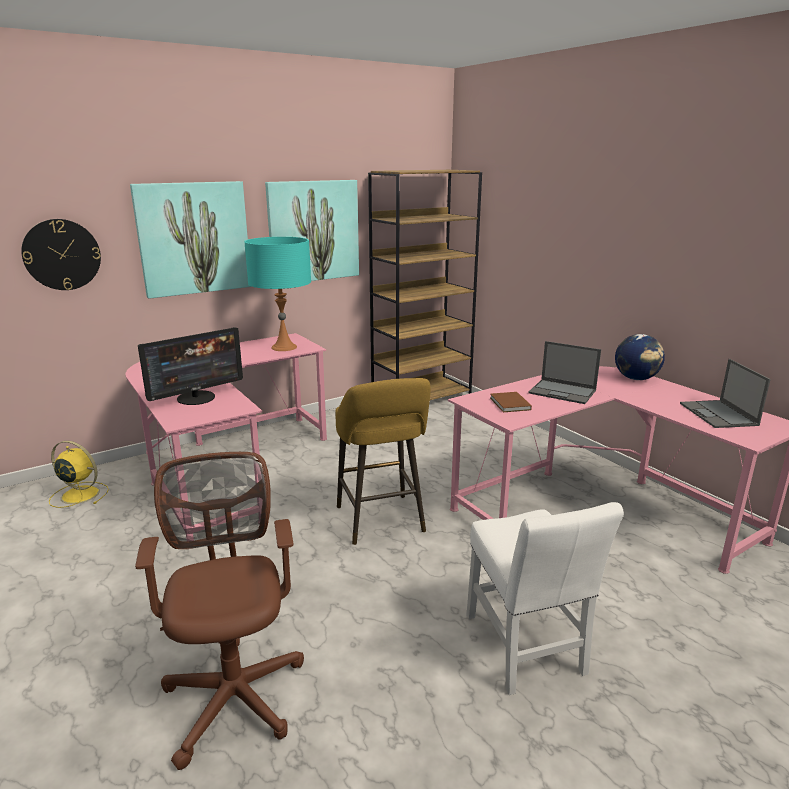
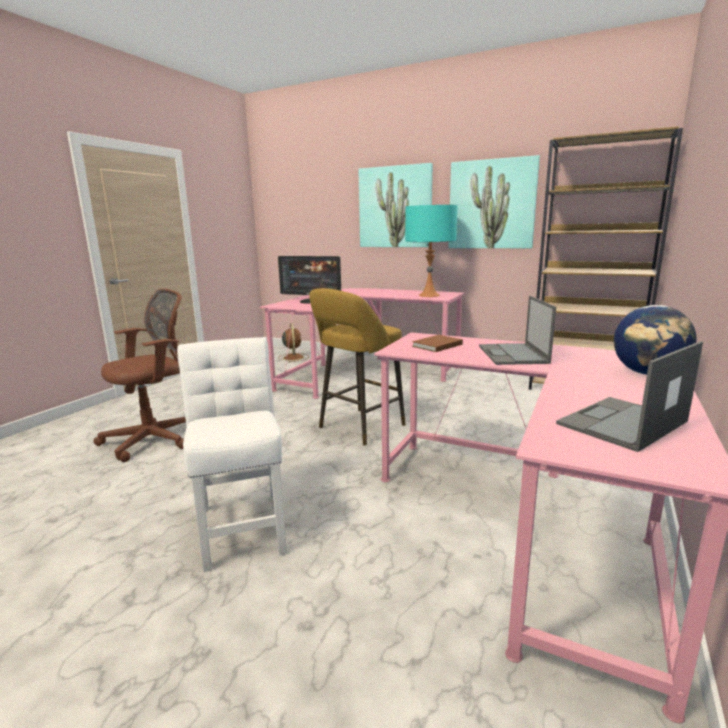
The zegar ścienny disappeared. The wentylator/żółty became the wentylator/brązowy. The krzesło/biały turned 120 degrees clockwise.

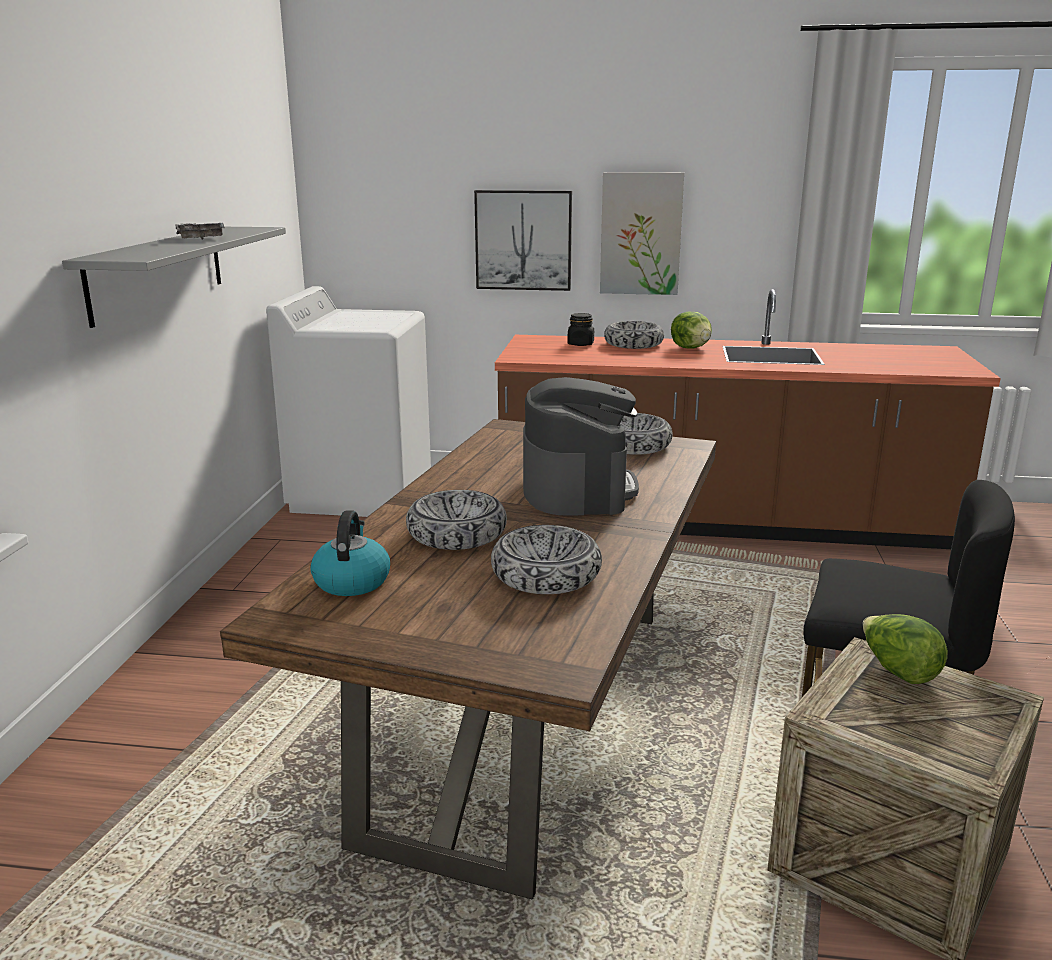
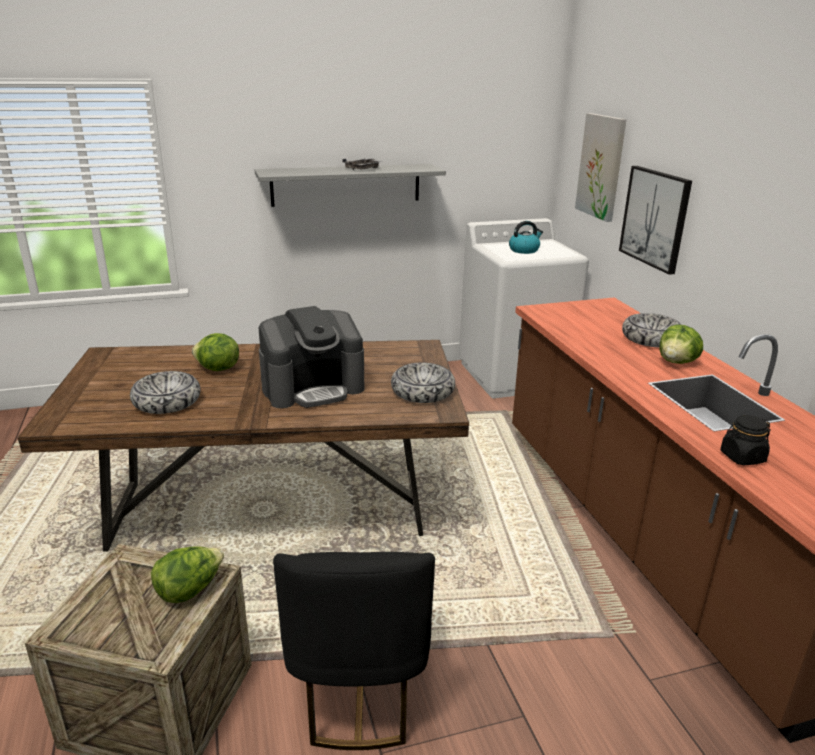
The czajnik moved. The słoik/czarny moved. The obraz (2nd from left in the first image) moved. The miska (1st from left) was replaced by the sałata (2nd from left).

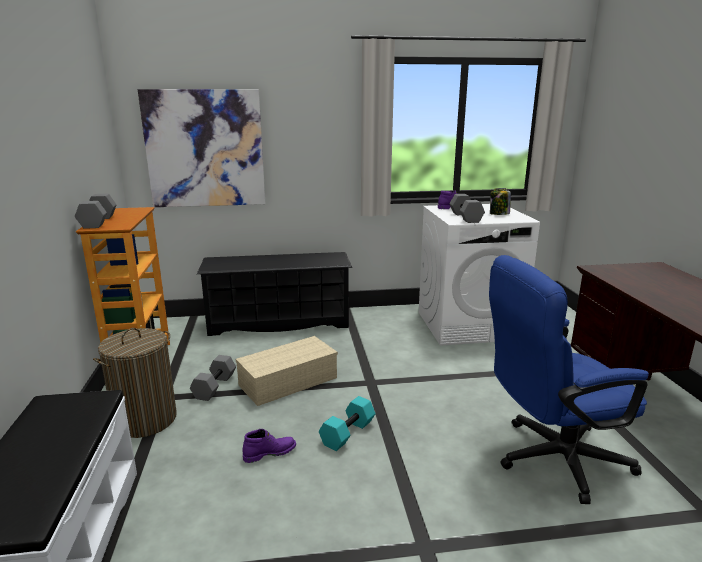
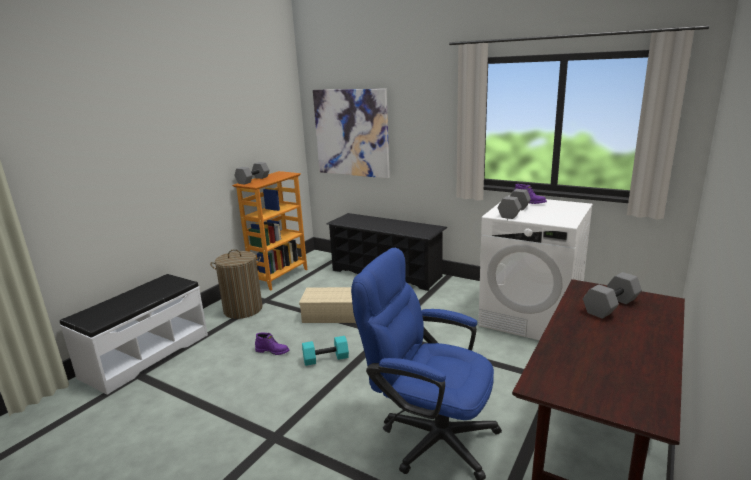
The słoik disappeared. The hantel/szary (2nd from left in the first image) moved.

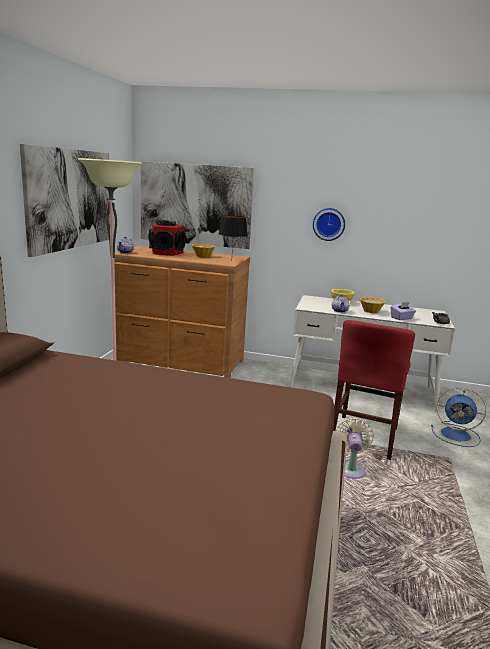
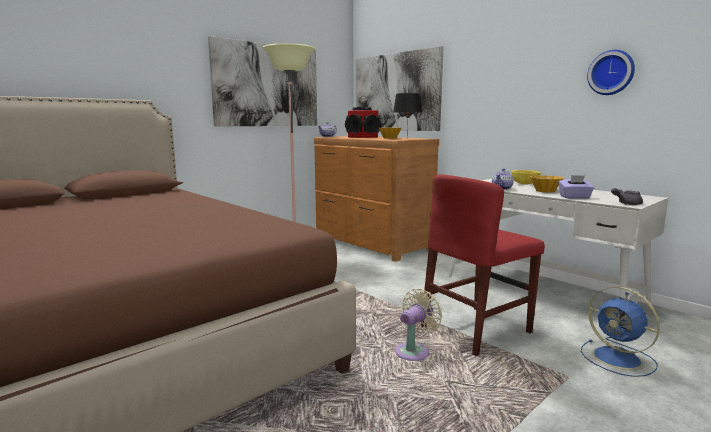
The zegar ścienny moved.

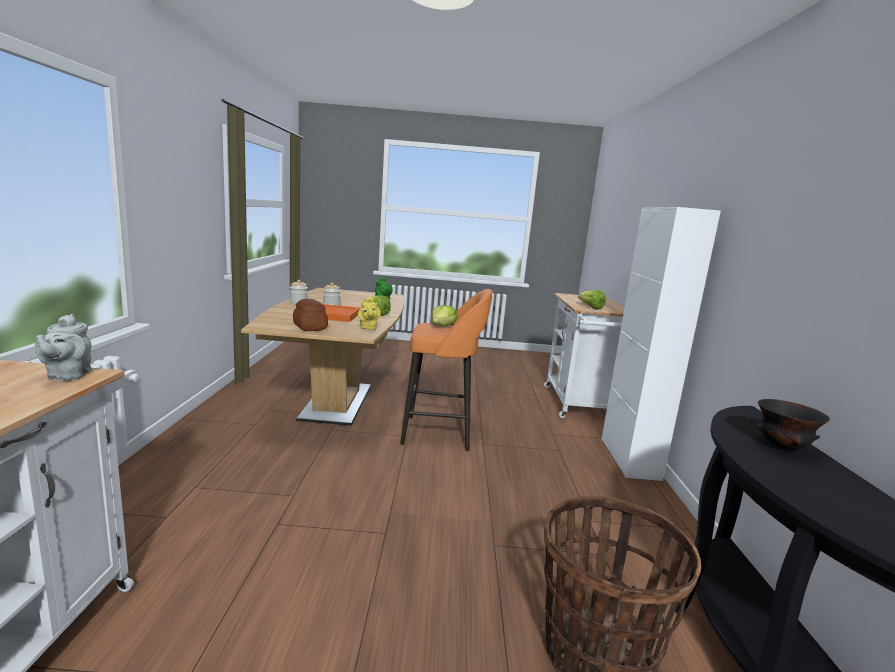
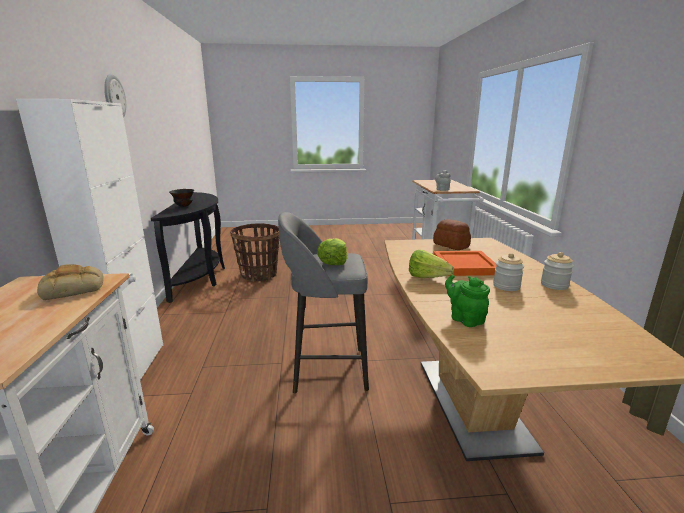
The imbryk/żółty disappeared. The zegar ścienny appeared. The sałata (3rd from left) was replaced by the chleb (1st from left). The stołek/pomarańczowy became the stołek/szary.

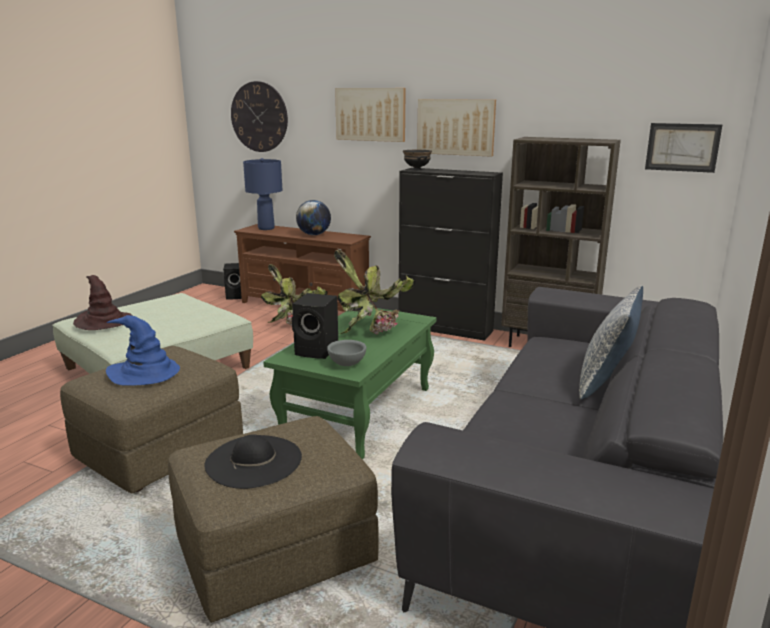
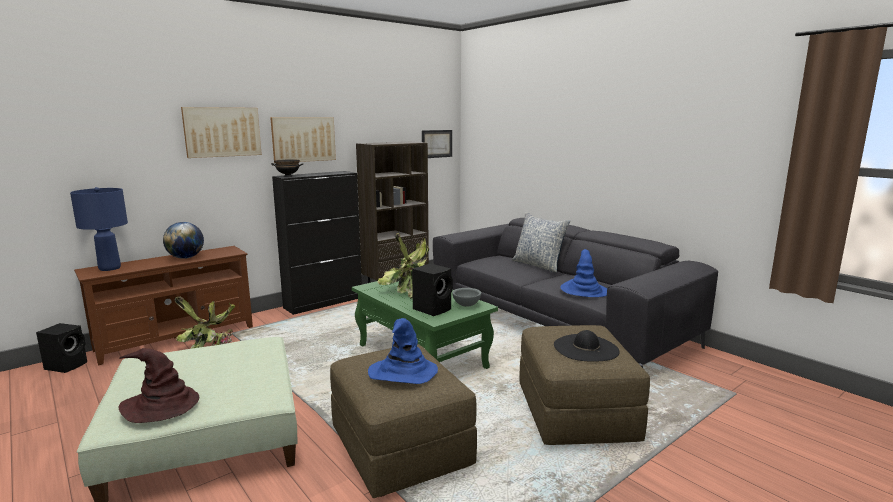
The zegar ścienny disappeared. The kapelusz/niebieski (2nd from left) appeared.

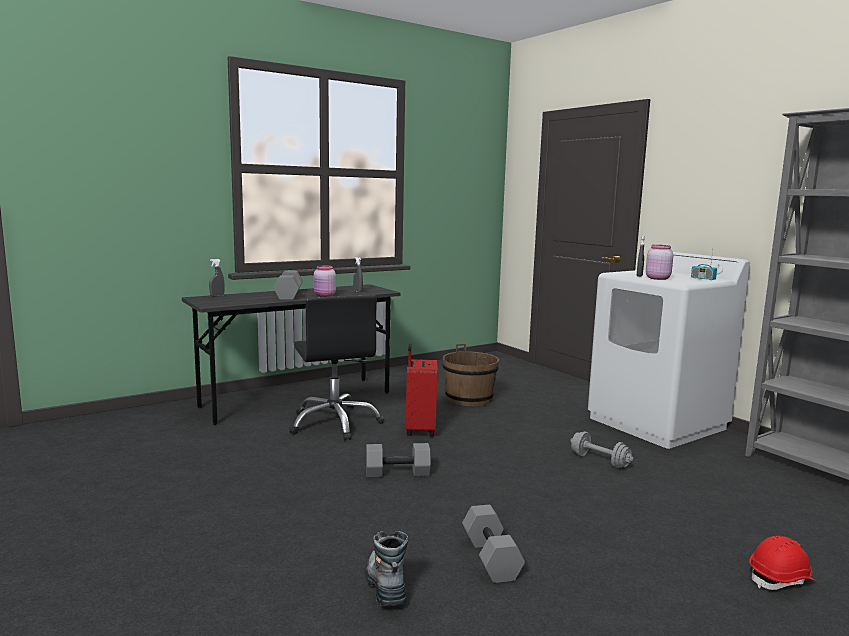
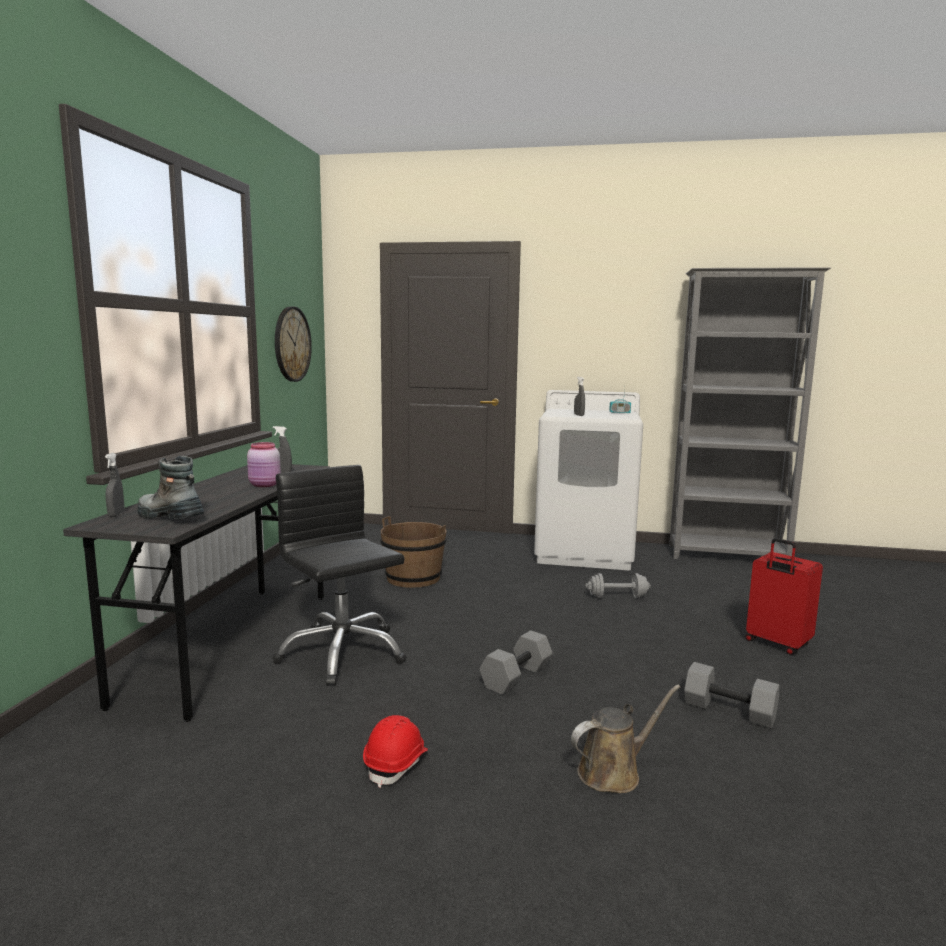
The hantel/szary (1st from left) disappeared. The słoik/różowy (2nd from left) disappeared. The zegar ścienny appeared. The konewka/brązowy appeared. The but z cholewką moved. The walizka/czerwony moved. The kask/czerwony moved. The krzesło biurowe/czarny turned 150 degrees counterclockwise.

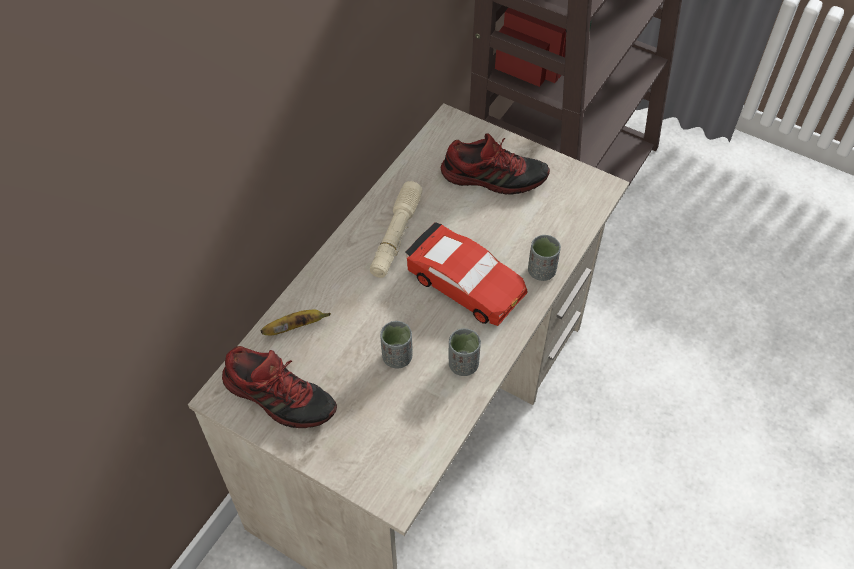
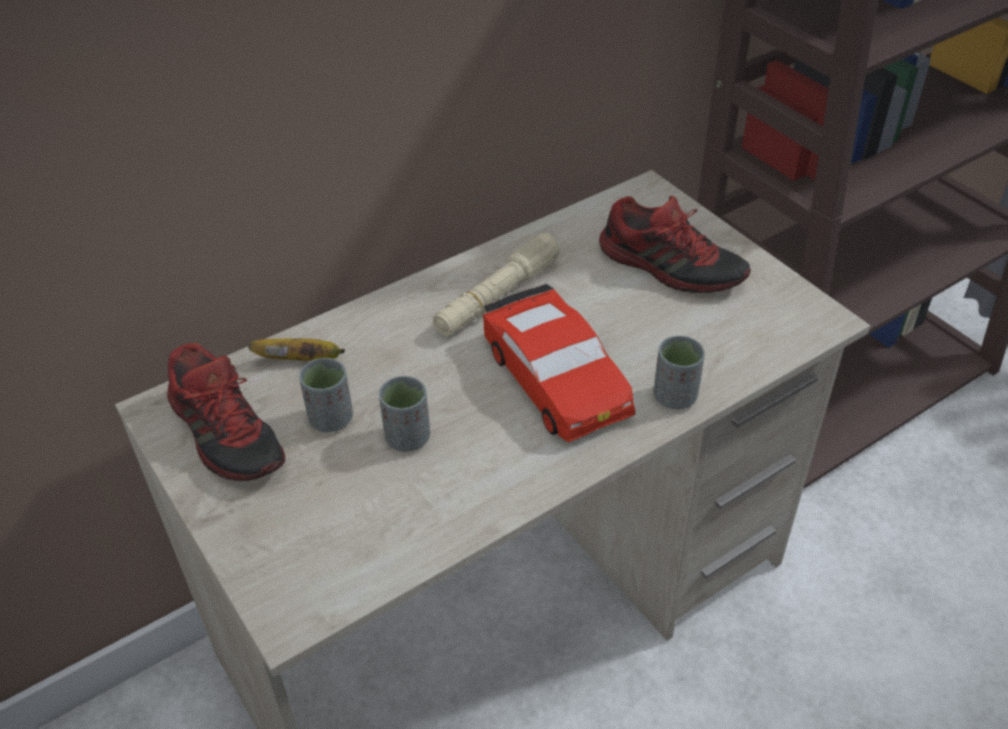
The filiżanka/szary (2nd from left in the first image) moved.

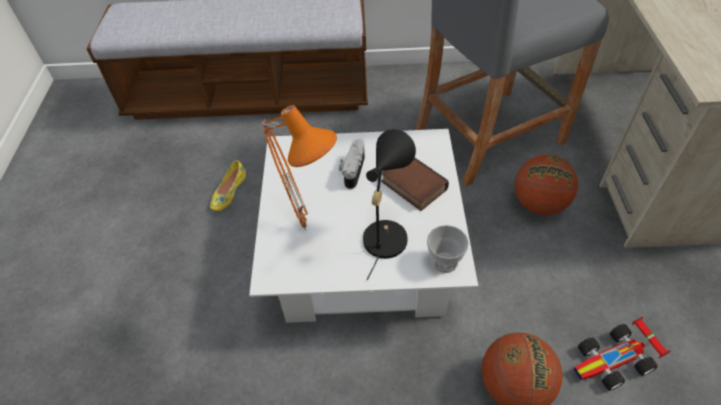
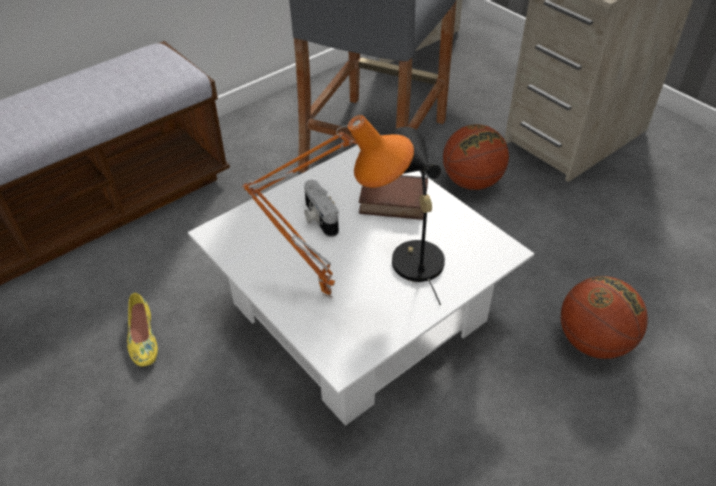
The filiżanka disappeared. The samochodzik disappeared.

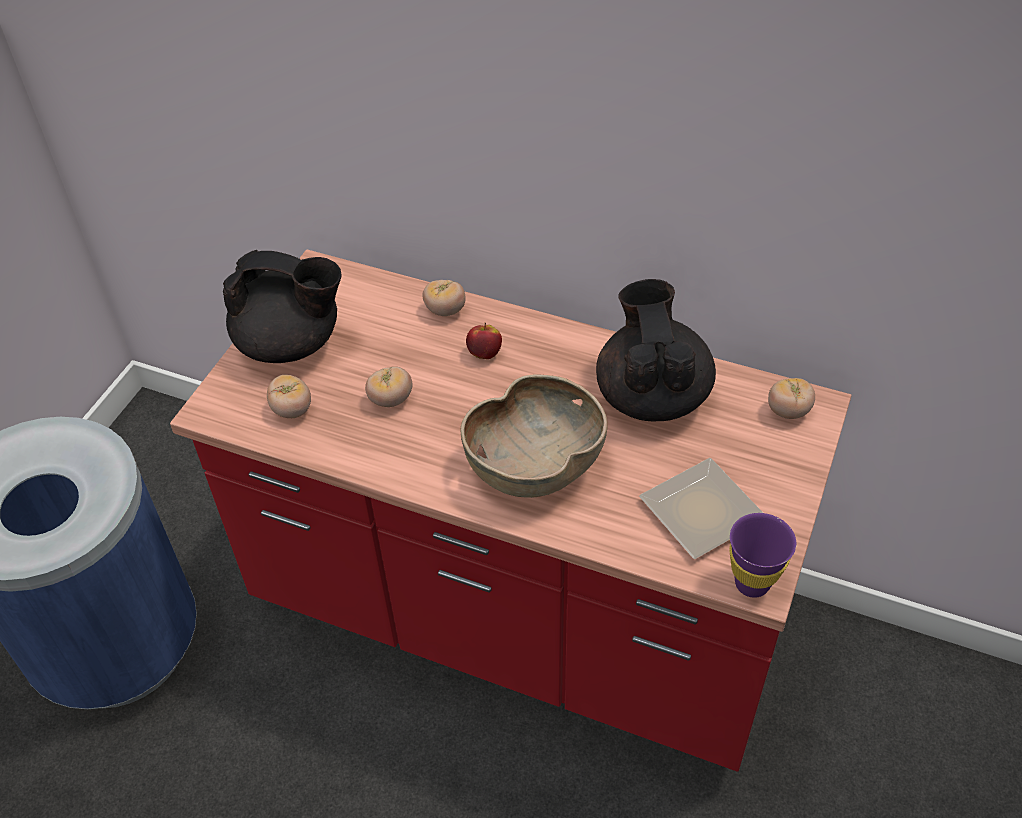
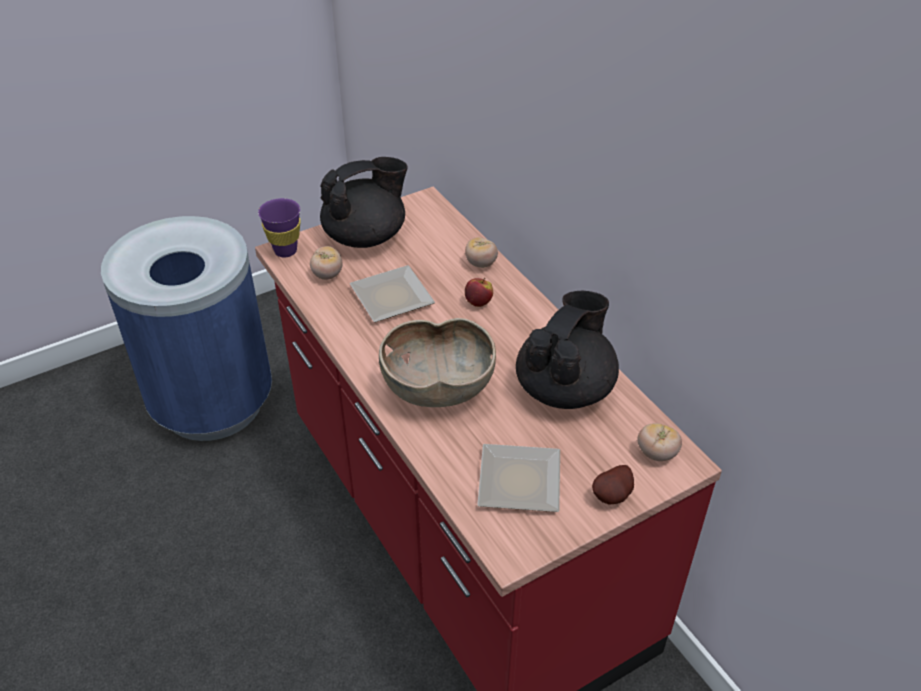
The ziemniak appeared. The filiżanka/fioletowy moved. The pomidor (2nd from left) was replaced by the talerz (1st from left). The imbryk/czarny (1st from left) turned 75 degrees counterclockwise.

